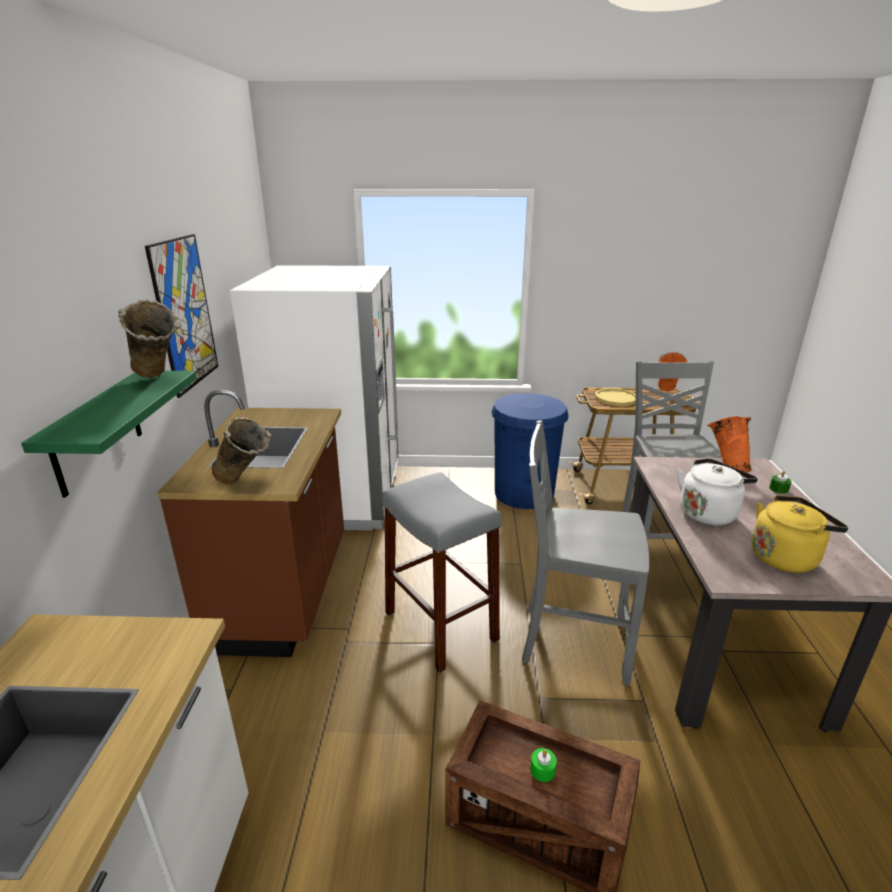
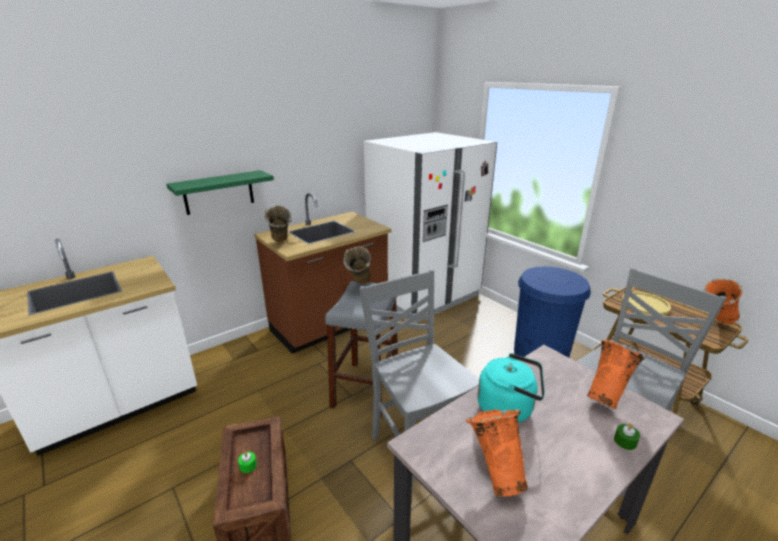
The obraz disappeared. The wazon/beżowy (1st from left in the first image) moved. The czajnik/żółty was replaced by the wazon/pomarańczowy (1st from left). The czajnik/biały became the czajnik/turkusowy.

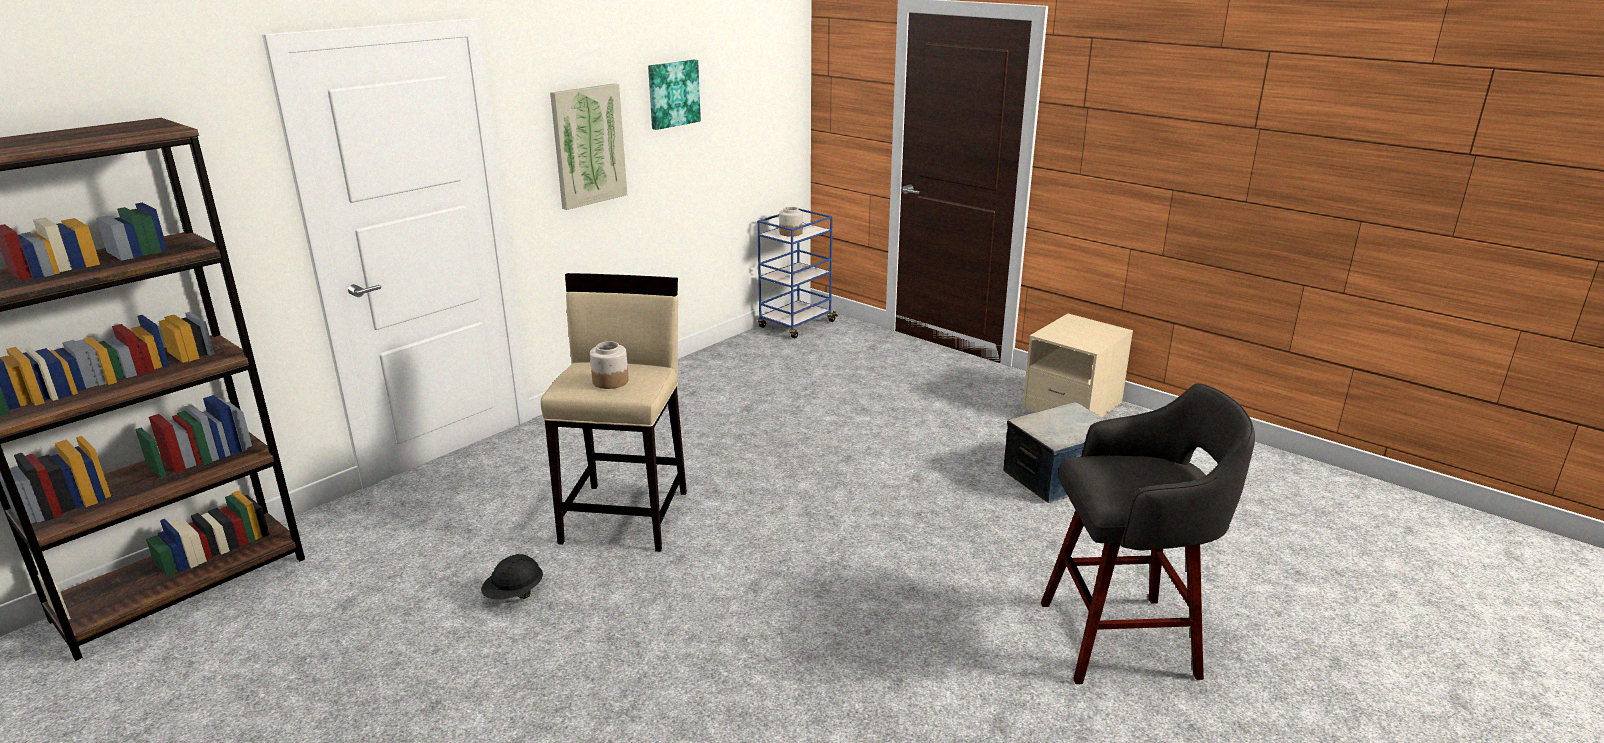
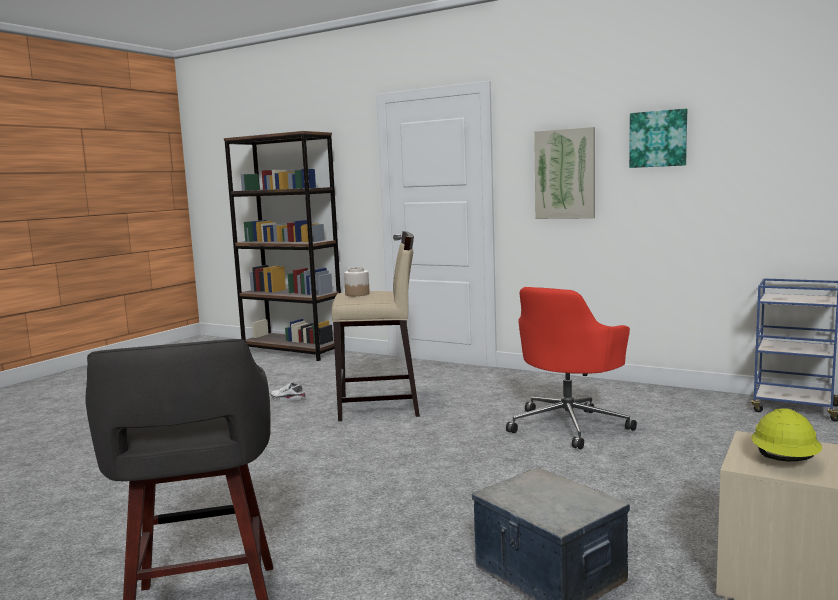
The słoik (2nd from left) disappeared. The krzesło biurowe/czerwony appeared. The kask/żółty appeared. The kask/czarny was replaced by the but/biały.

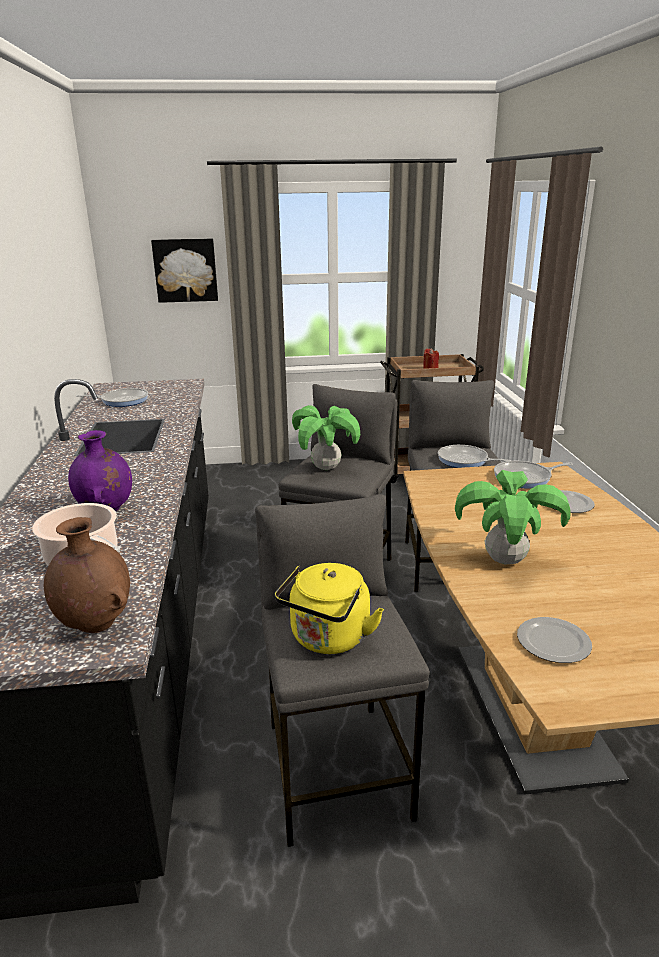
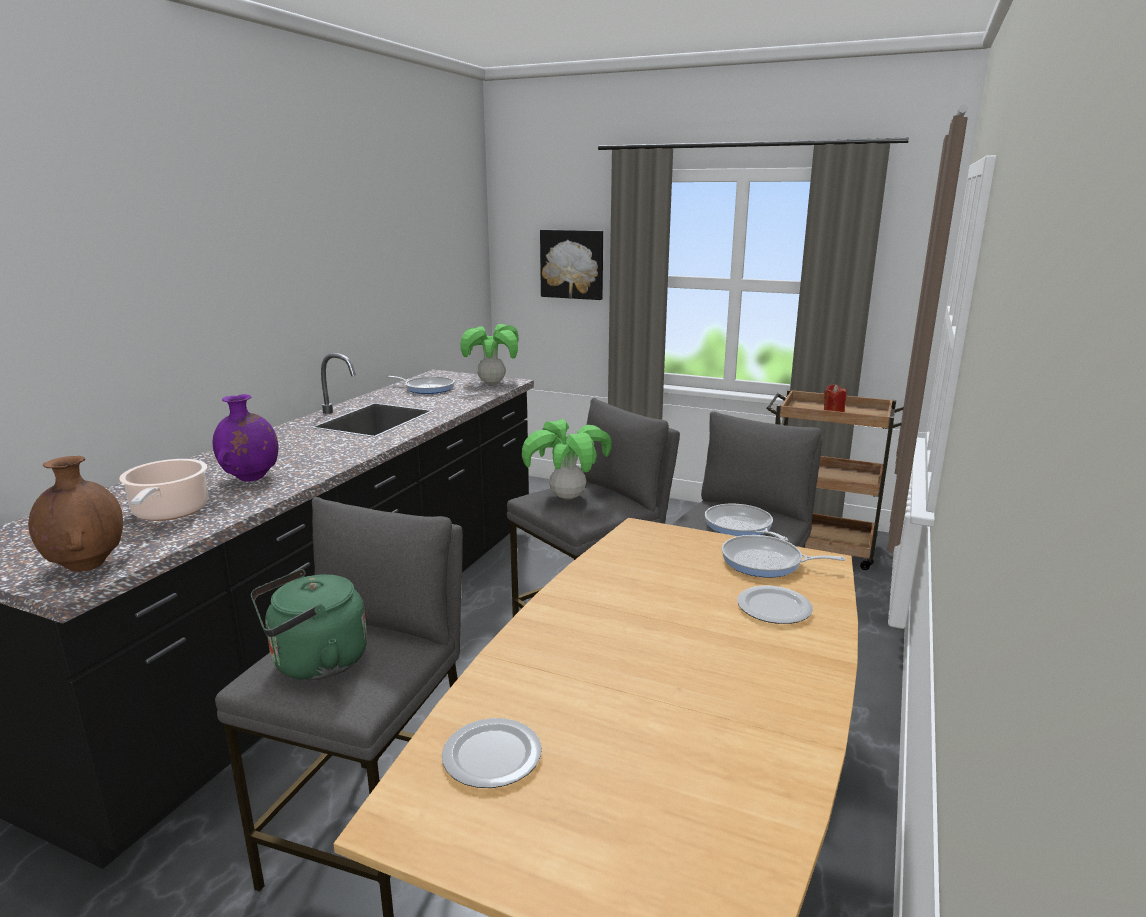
The roślina doniczkowa (2nd from left in the first image) moved. The czajnik/żółty became the czajnik/zielony.

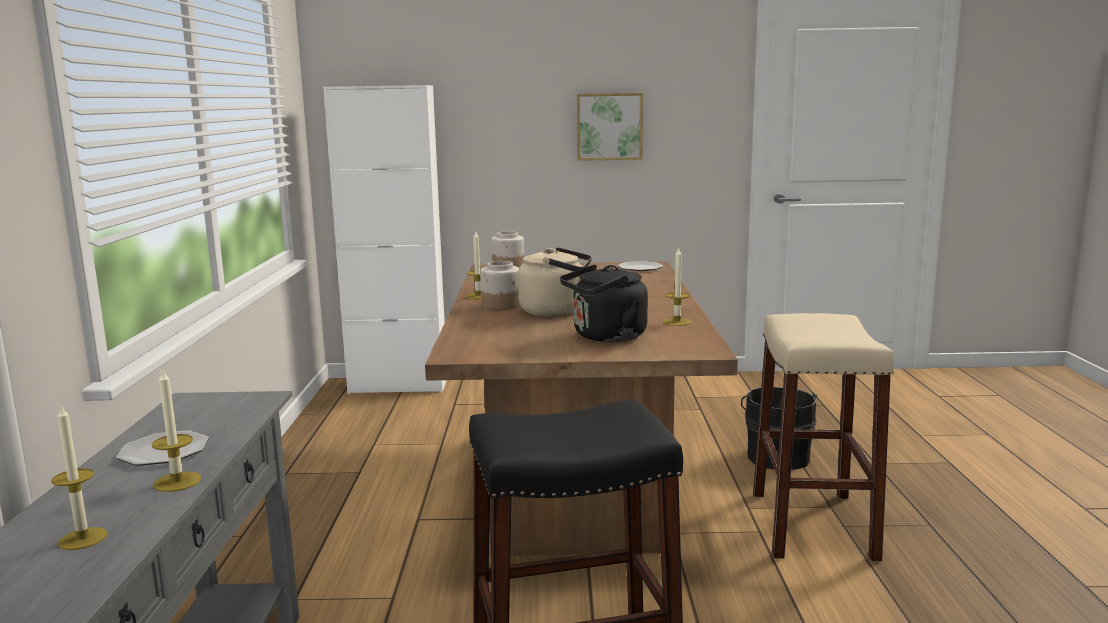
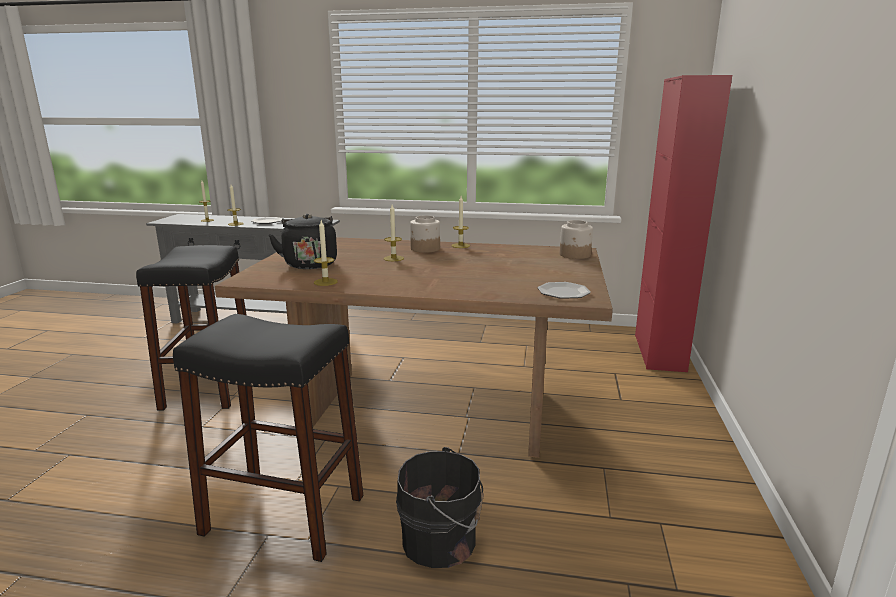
The obraz disappeared. The czajnik/beżowy was replaced by the świeca (4th from left). The szafka/biały became the szafka/czerwony. The stołek/beżowy became the stołek/czarny (2nd from left).

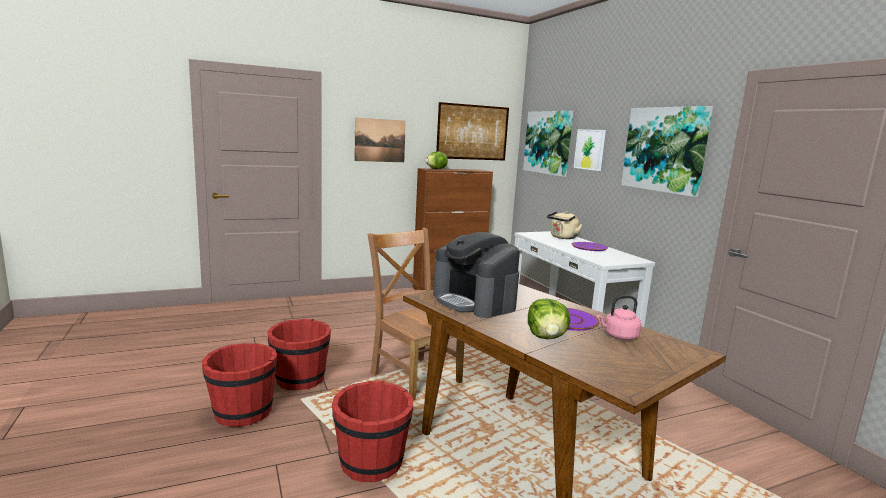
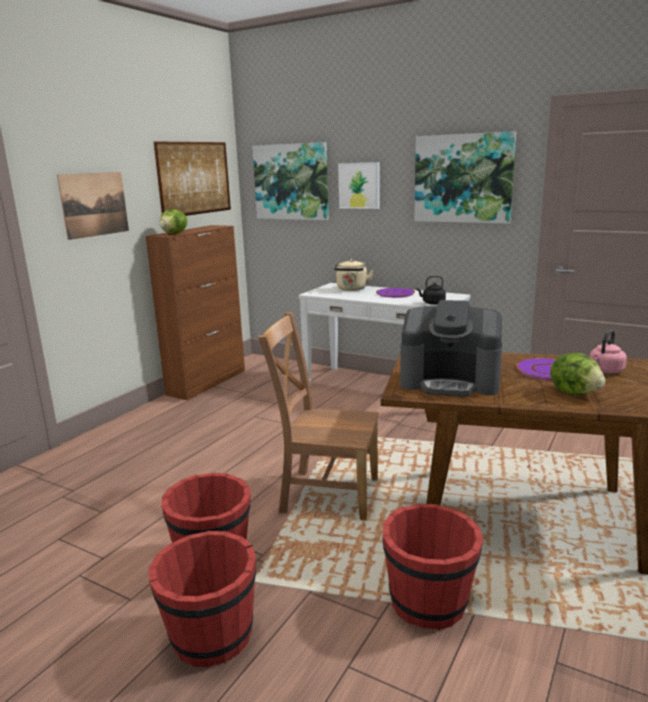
The czajnik/czarny appeared.

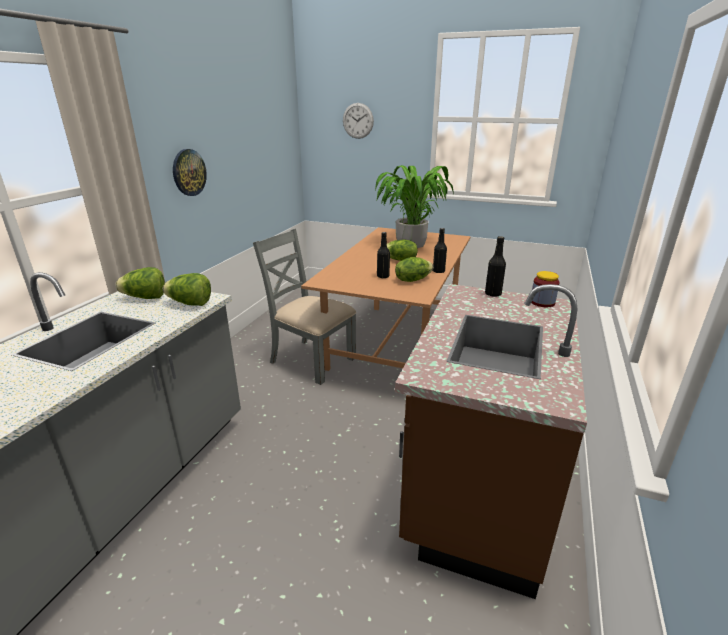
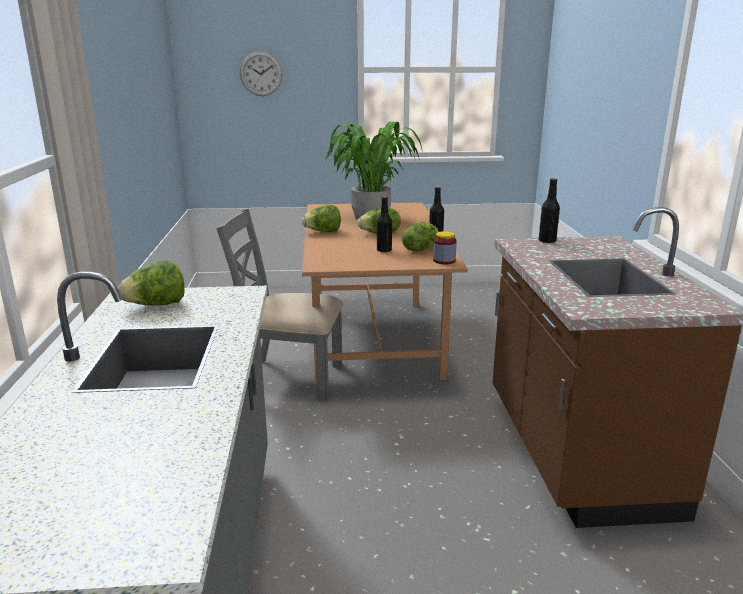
The zegar ścienny (1st from left) disappeared. The sałata (2nd from left) moved. The słoik moved.

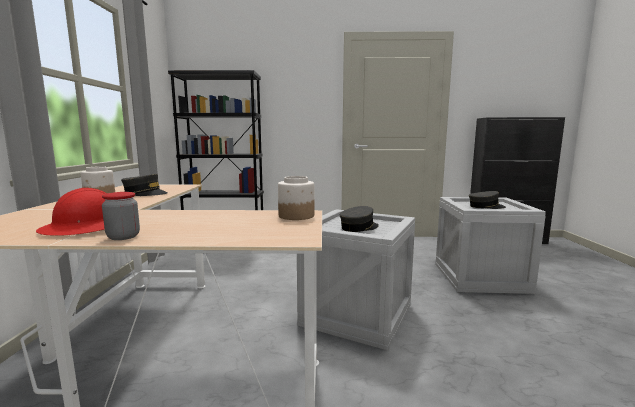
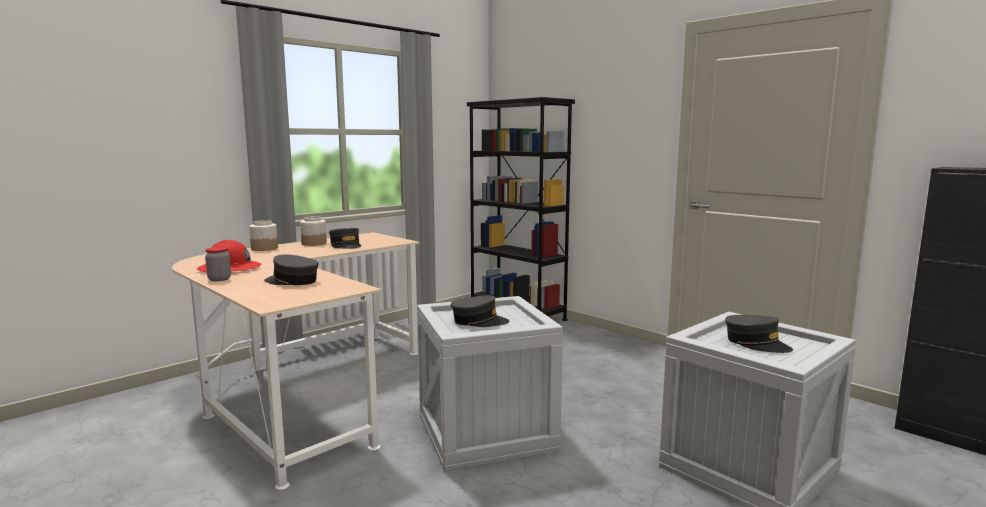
The czapka z daszkiem/szary (1st from left) appeared. The słoik (3rd from left in the first image) moved.

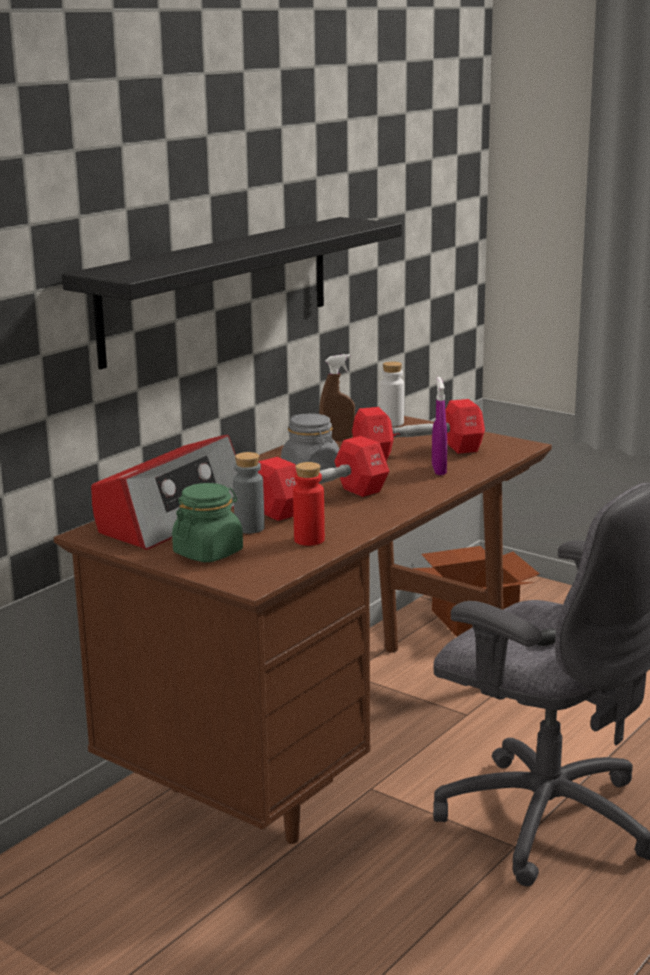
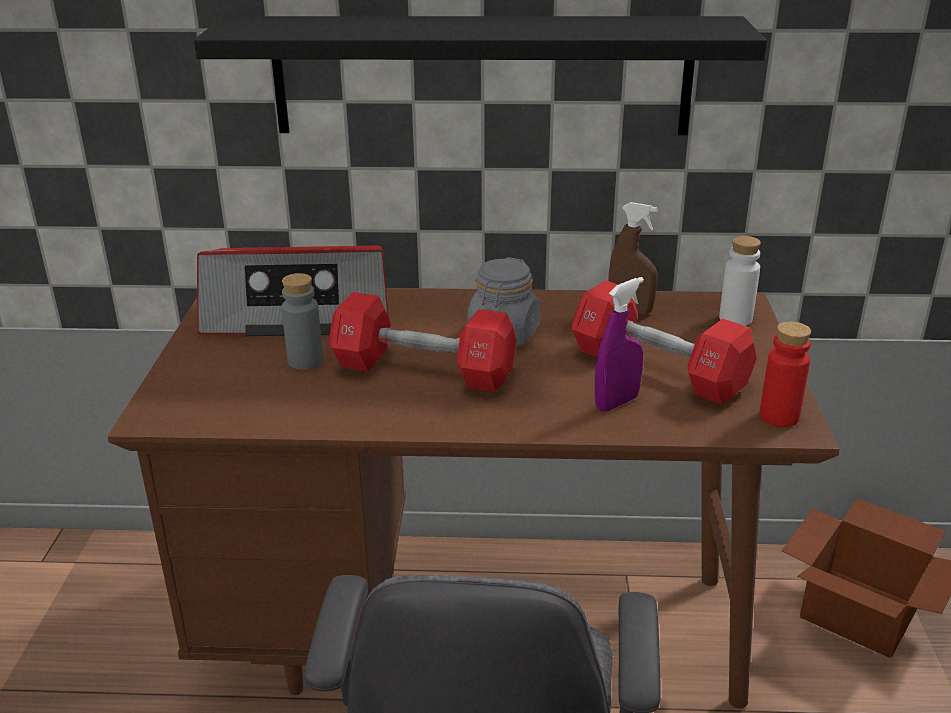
The słoik/zielony disappeared. The butelka/czerwony moved.

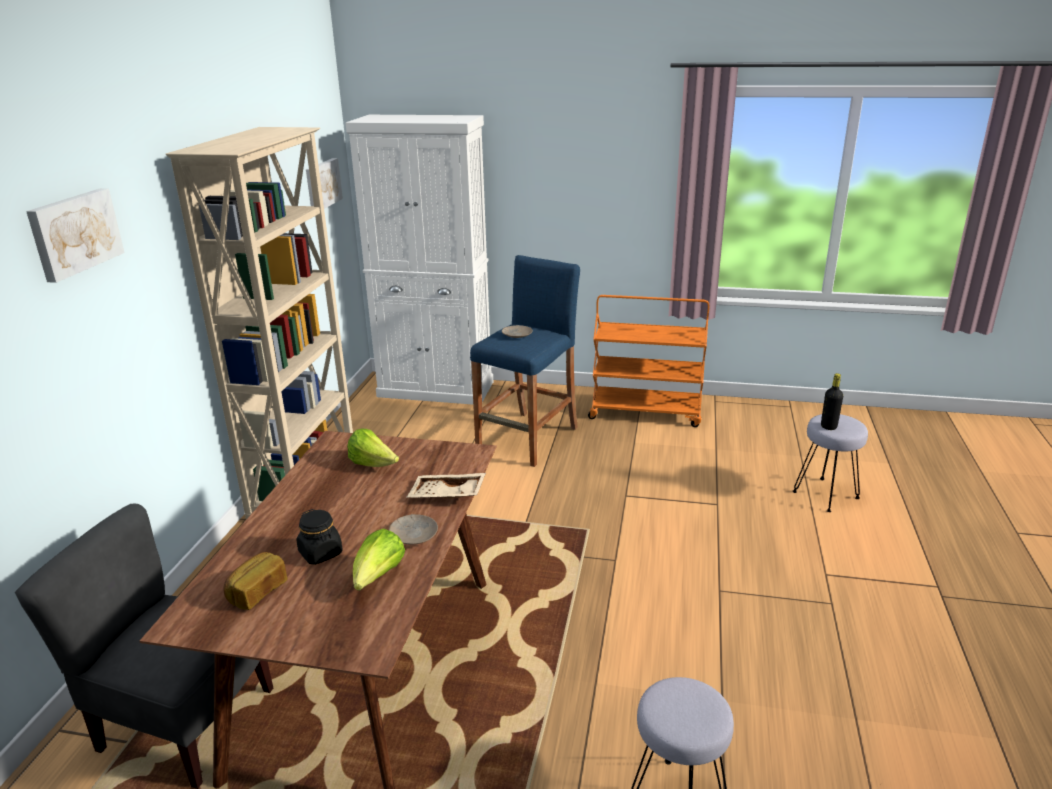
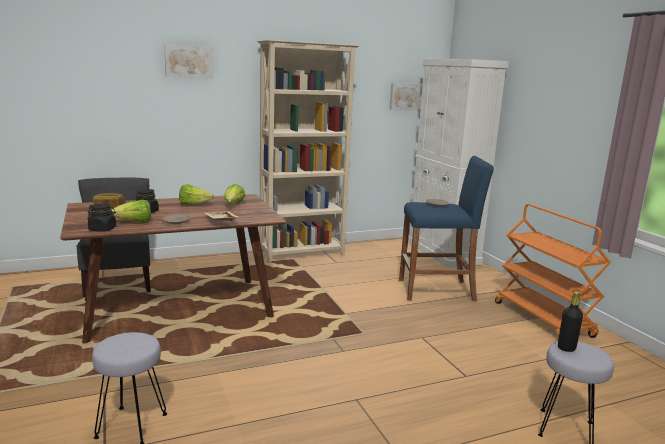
The słoik/czarny (1st from left) appeared. The sałata (2nd from left) appeared.

